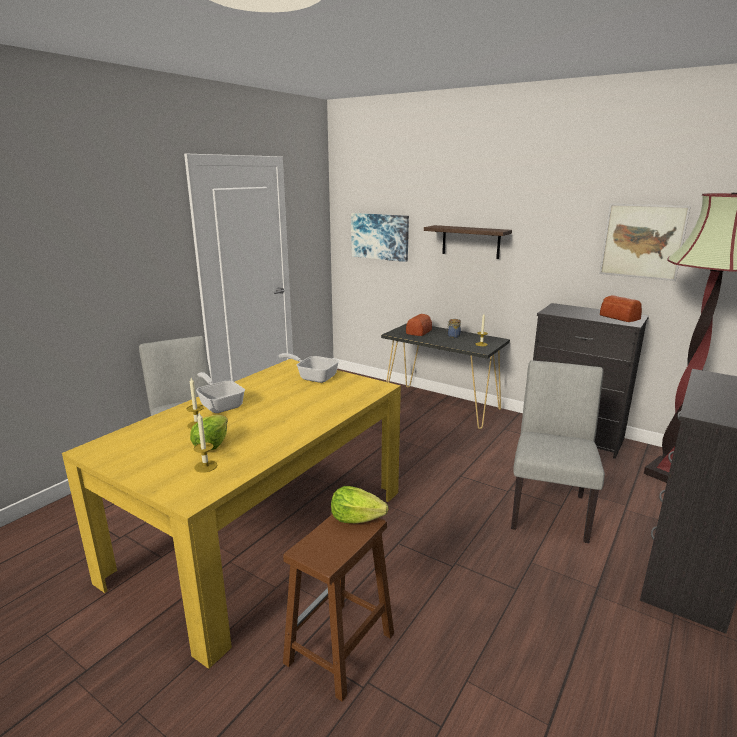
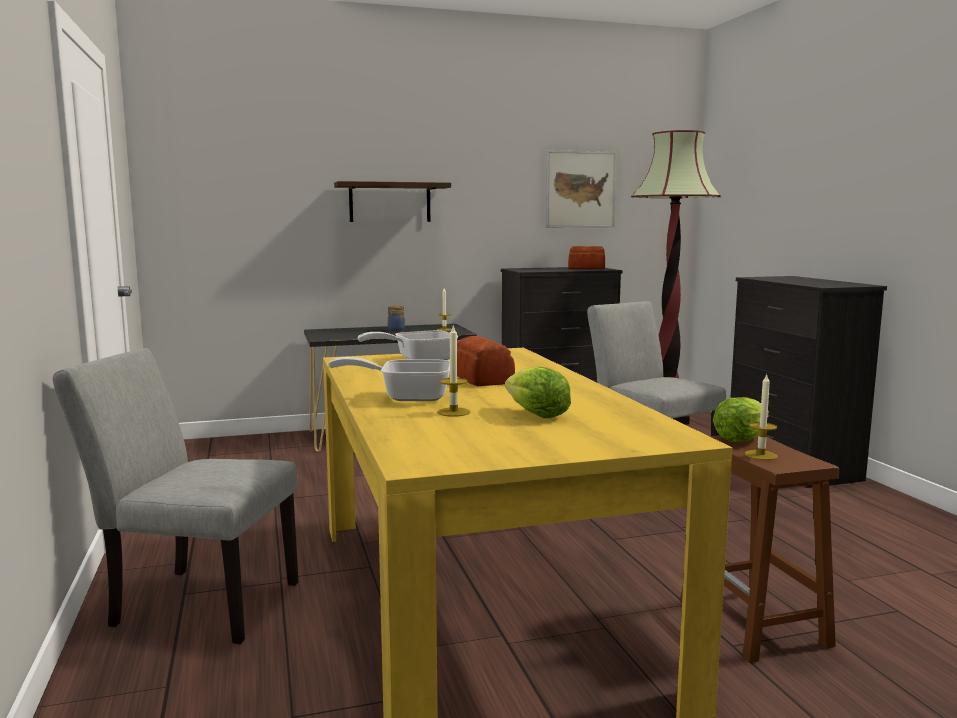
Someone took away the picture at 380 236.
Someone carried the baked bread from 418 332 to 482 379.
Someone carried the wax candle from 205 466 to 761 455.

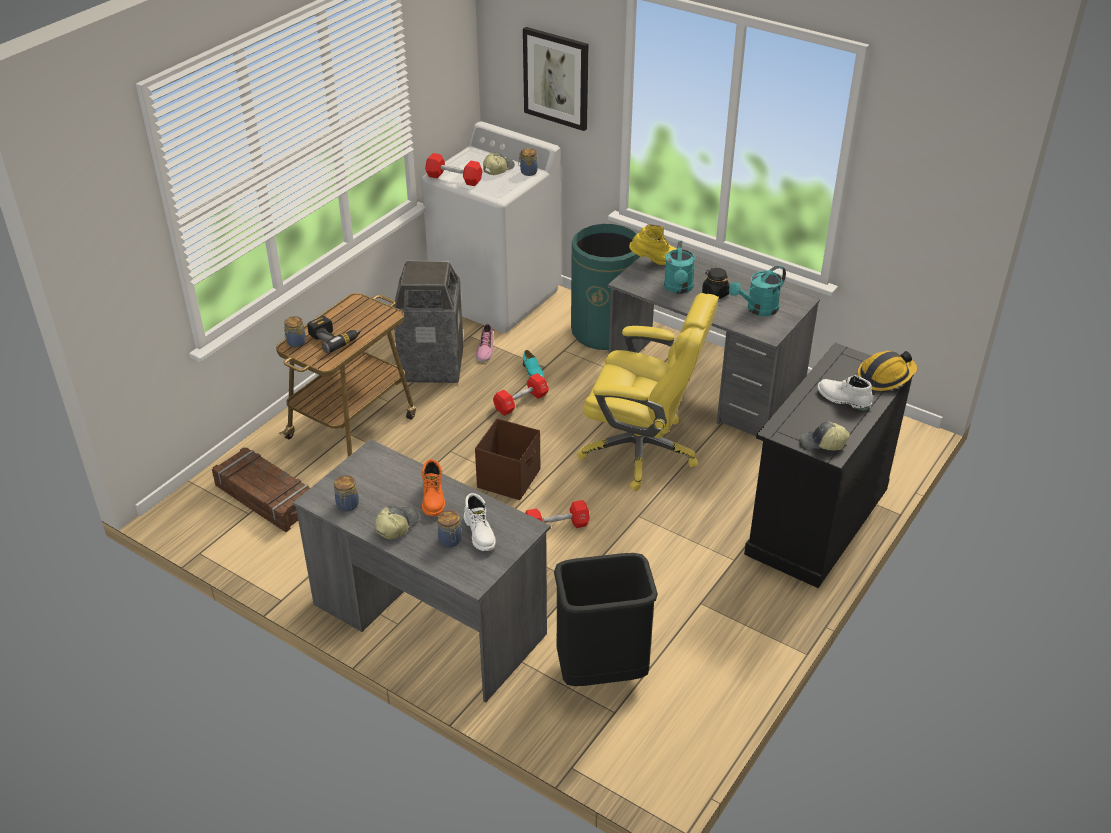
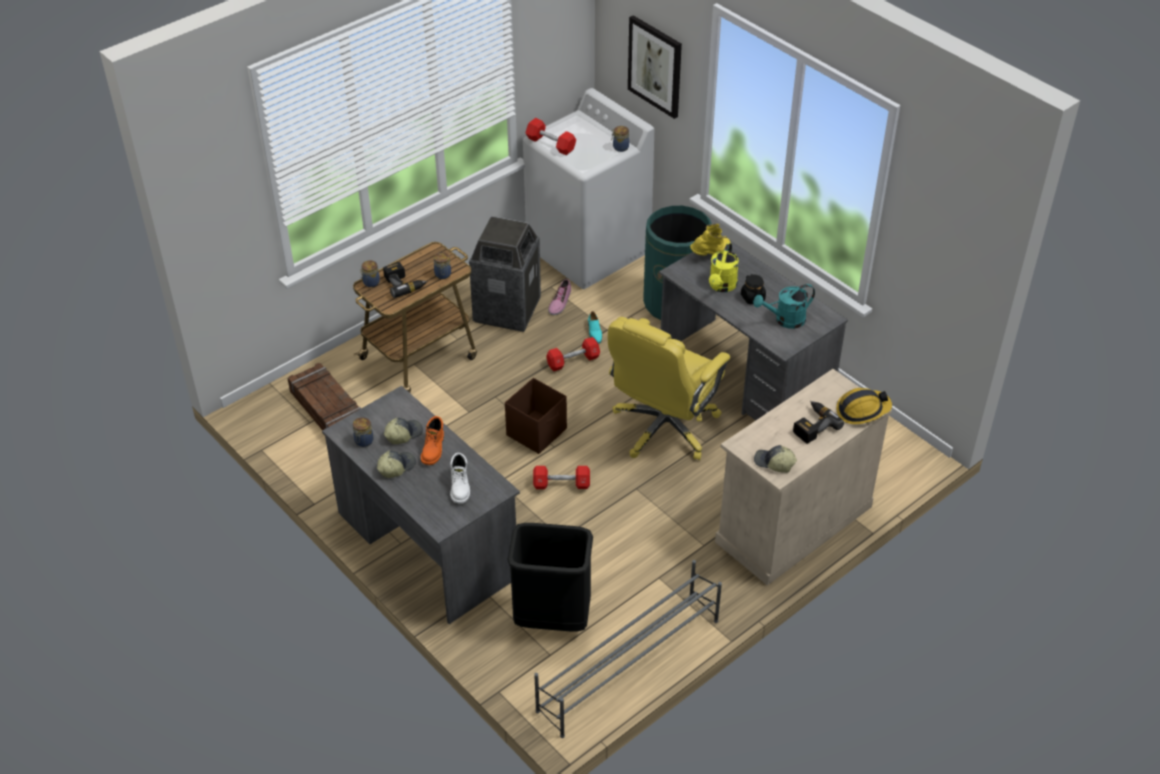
Someone carried the cap from 498 169 to 403 434.
Someone rotated the boot in yellow at 654 262 by 45 degrees counterclockwise.
Someone repainted the watering pot in turquoise-coloured at 679 288, which became the watering pot in yellow at 721 286.
Someone rotated the computer chair in yellow at 642 450 by 90 degrees clockwise.
Someone repainted the storage cabinet in black-coloured at 816 520, which became the storage cabinet in beige-coloured at 793 524.
Someone swapped the boot in white-coloured at 843 399 for the drill at 812 425.
Someone carried the preserve jar from 450 541 to 443 275.
Someone put down the shoe rack in gray at 628 665.

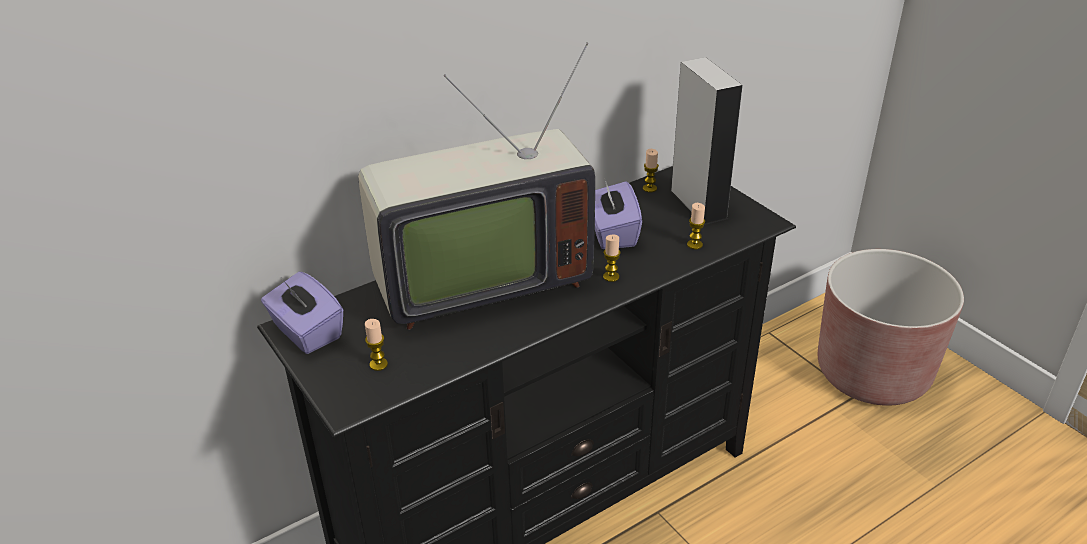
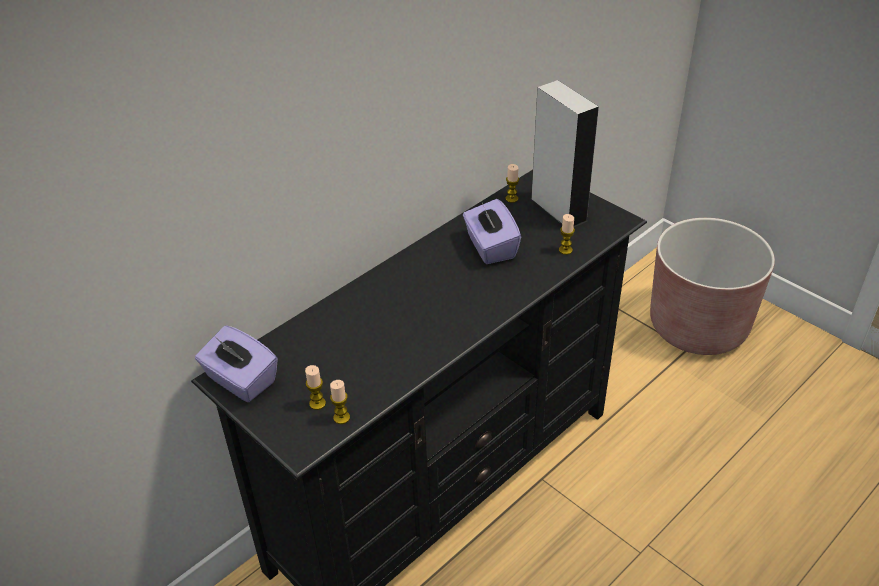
Someone took away the TV set at 476 280.
Someone carried the wax candle from 611 277 to 341 417.

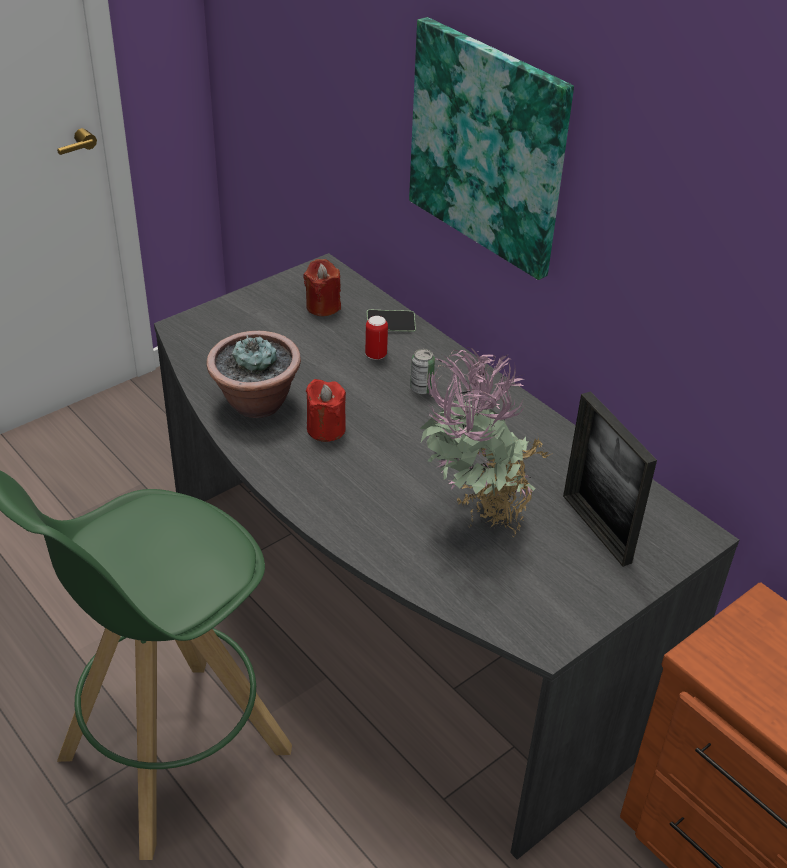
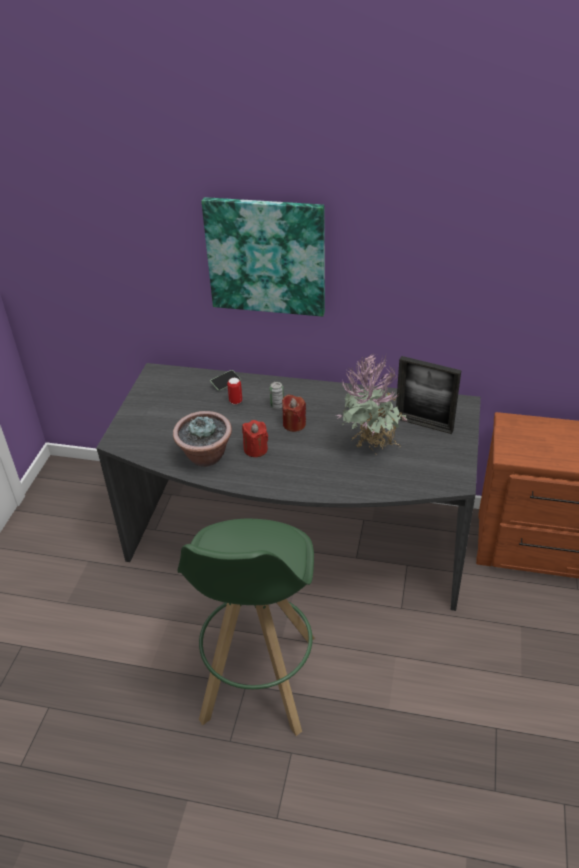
Someone carried the wax candle in reddish from 323 306 to 294 424.

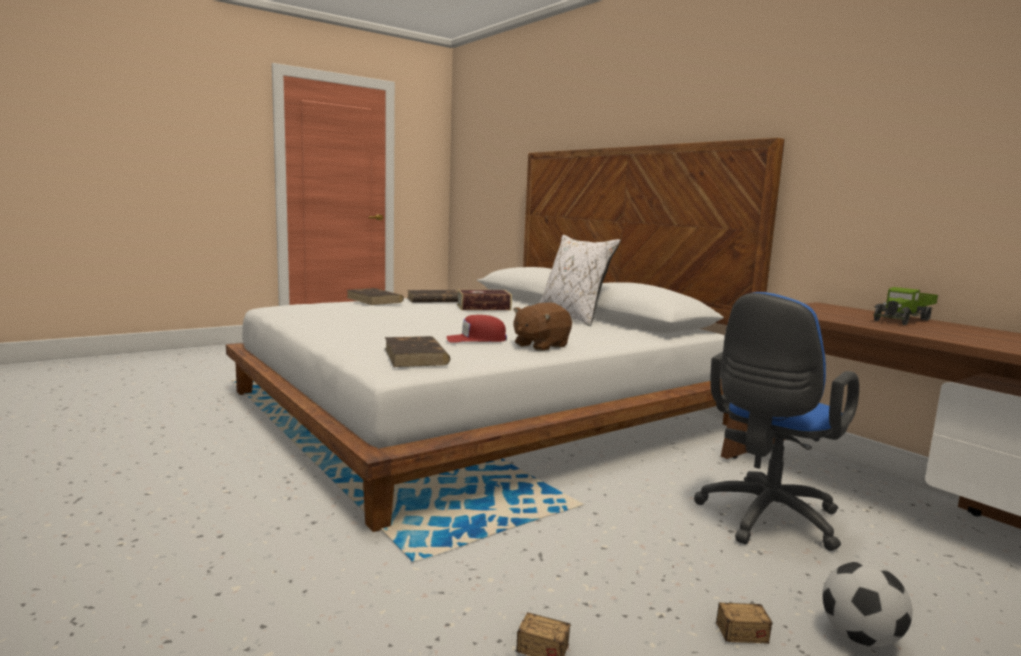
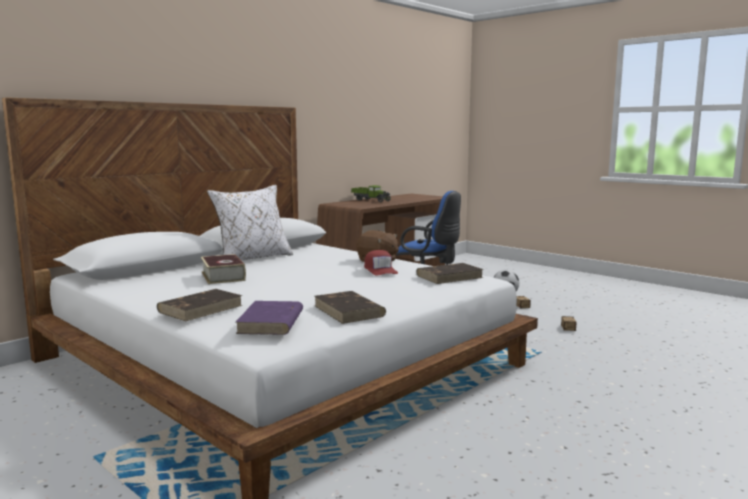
Someone carried the book in brown-coloured from 433 300 to 349 311.
Someone put down the book in purplish at 271 322.

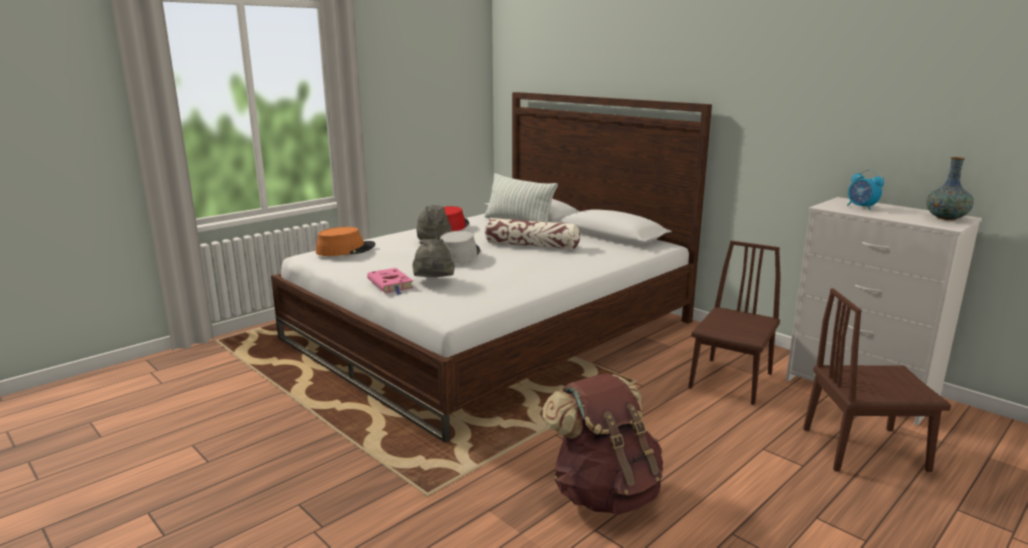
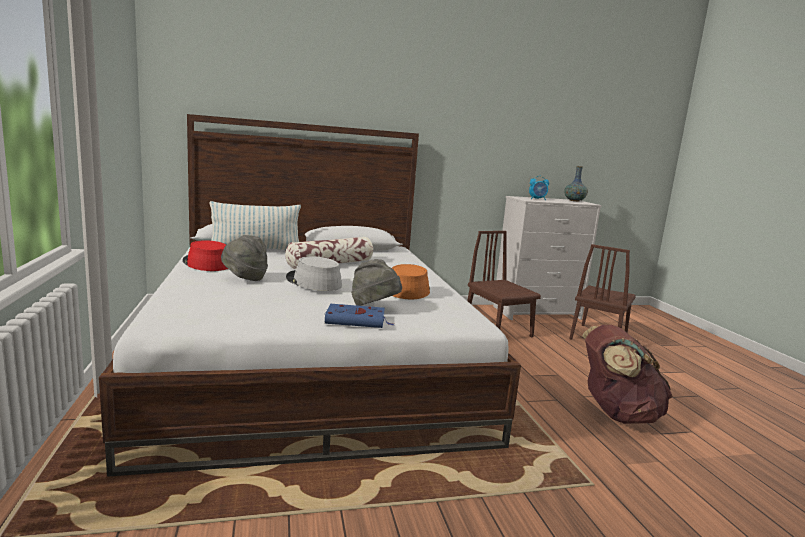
Someone carried the wearable hat in orangey from 345 249 to 407 289.
Someone repainted the book in pink at 391 284, which became the book in blue at 357 320.

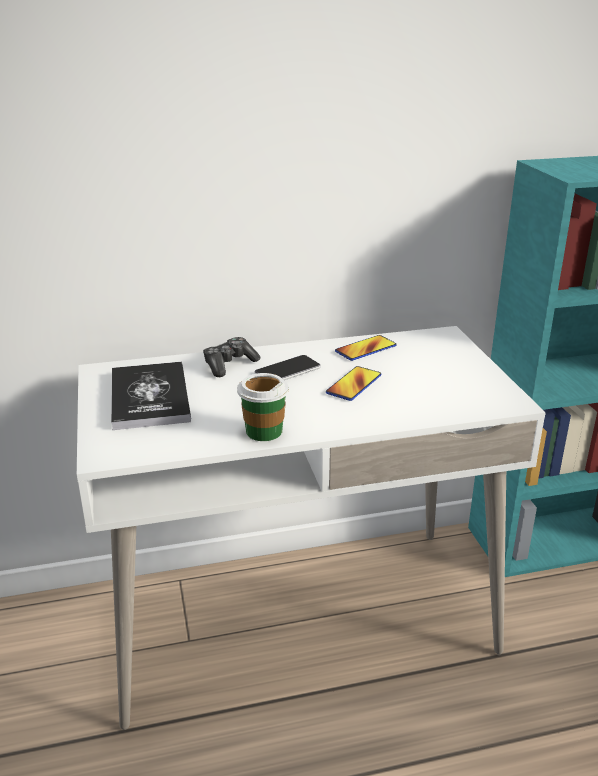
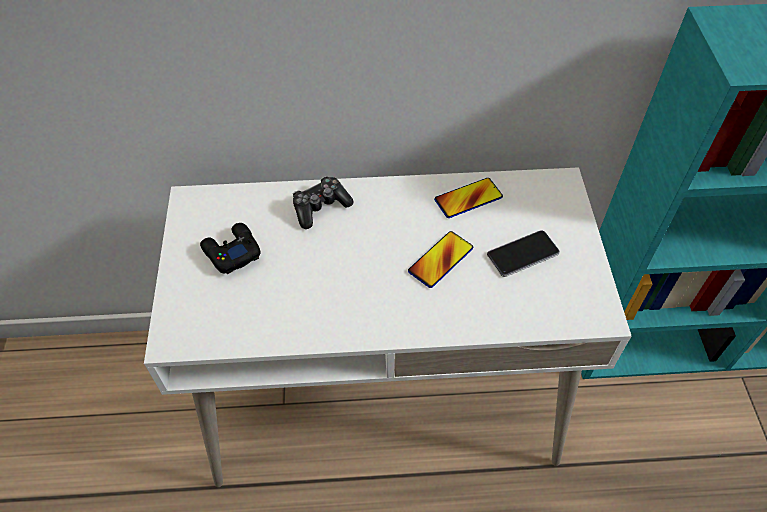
Someone carried the telephone from 287 370 to 522 254.
Someone swapped the book at 150 397 for the joypad in black-coloured at 231 252.
Someone took away the cup at 263 431.

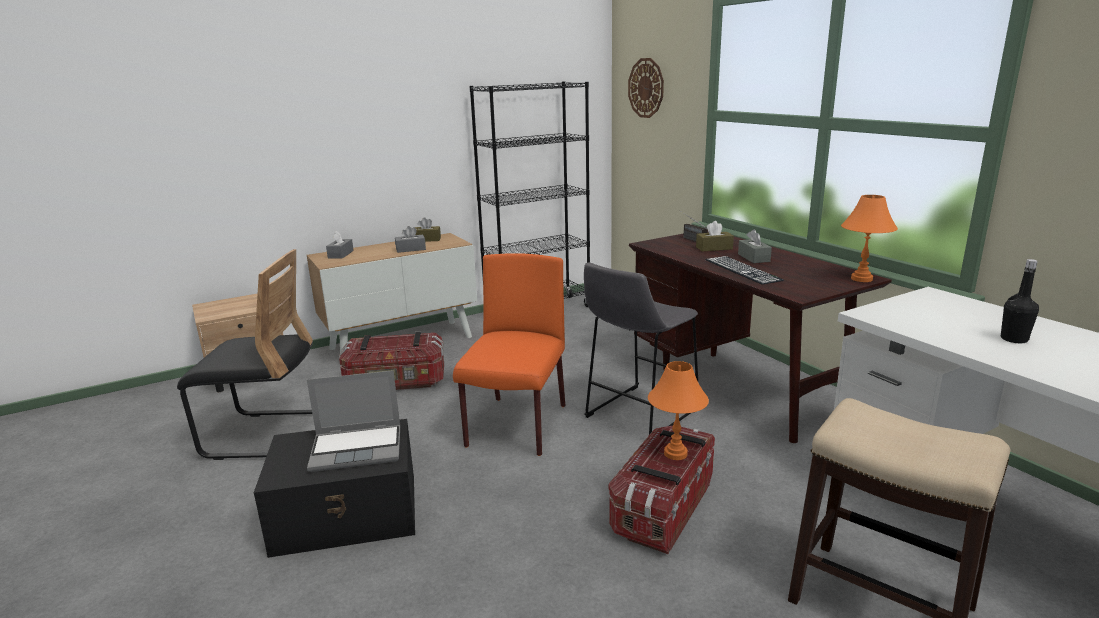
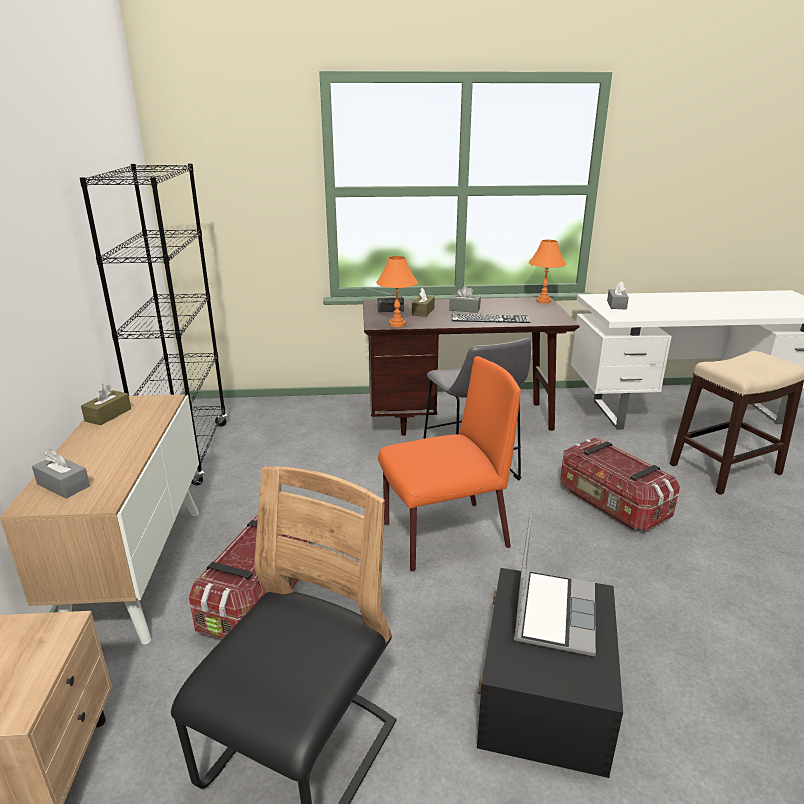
Someone took away the clock on the wall at 646 88.
Someone carried the tissue holder in gray from 410 249 to 616 305.
Someone rotated the upright chair in orangey at 516 426 by 120 degrees clockwise.
Someone took away the beverage bottle in black-coloured at 1014 339.
Someone carried the tabletop lamp in orangey from 675 453 to 397 324.

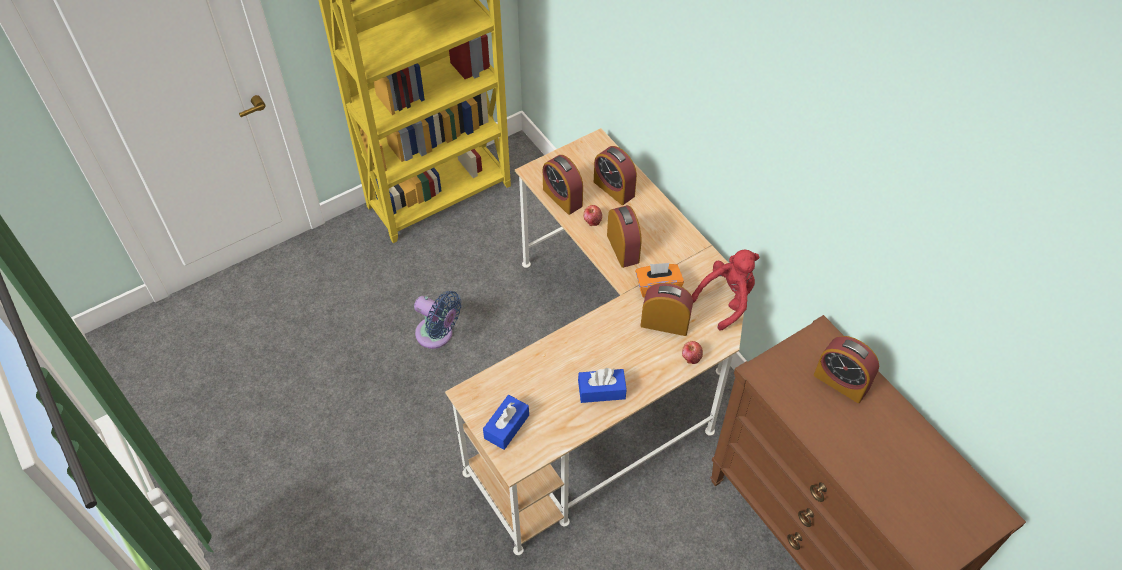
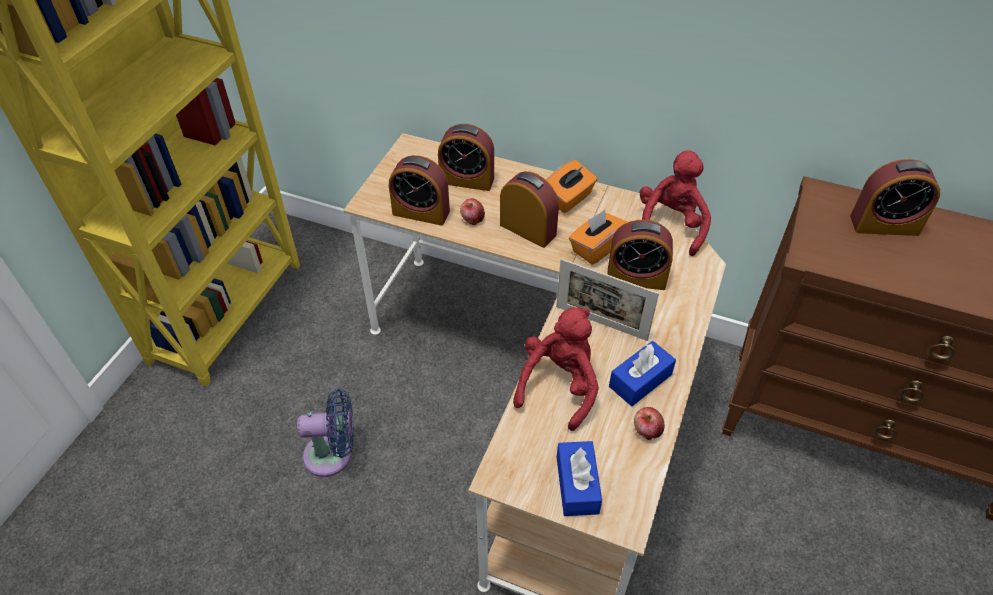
Someone rotated the bedside clock at 665 323 by 150 degrees counterclockwise.
Someone carried the whole apple from 691 357 to 647 430.
Someone put down the tissue holder in orangey at 568 198.
Someone put down the photo frame at 601 323.
Someone put down the plush toy in reddish at 559 385.

